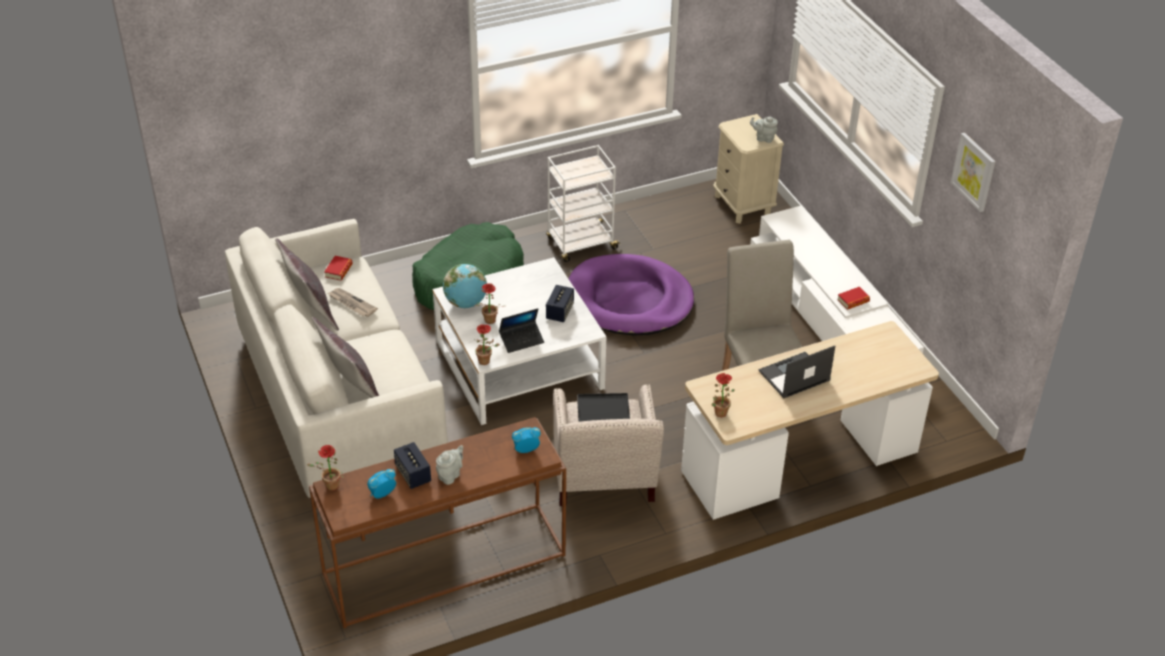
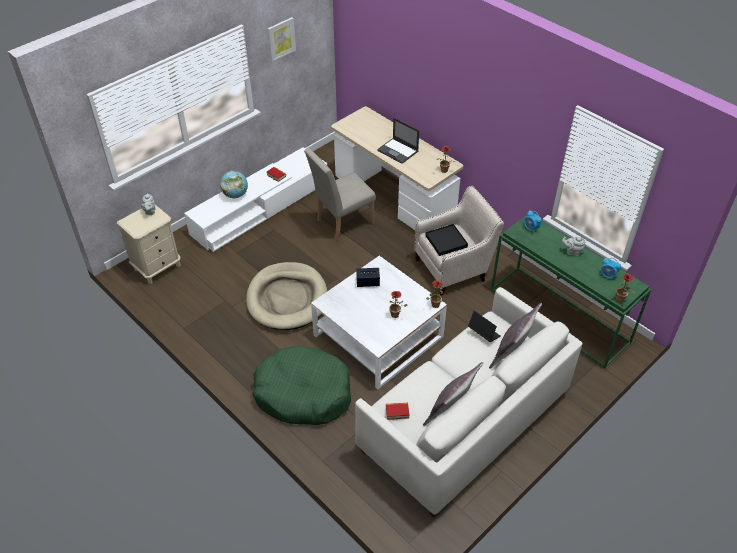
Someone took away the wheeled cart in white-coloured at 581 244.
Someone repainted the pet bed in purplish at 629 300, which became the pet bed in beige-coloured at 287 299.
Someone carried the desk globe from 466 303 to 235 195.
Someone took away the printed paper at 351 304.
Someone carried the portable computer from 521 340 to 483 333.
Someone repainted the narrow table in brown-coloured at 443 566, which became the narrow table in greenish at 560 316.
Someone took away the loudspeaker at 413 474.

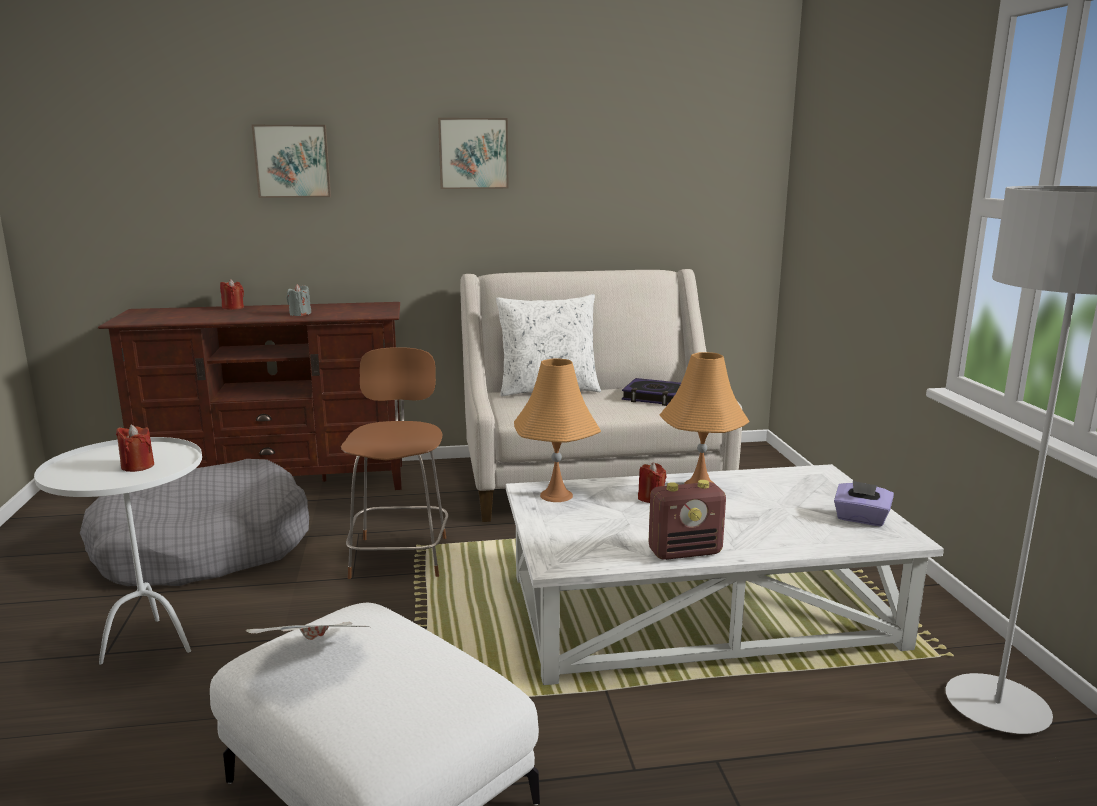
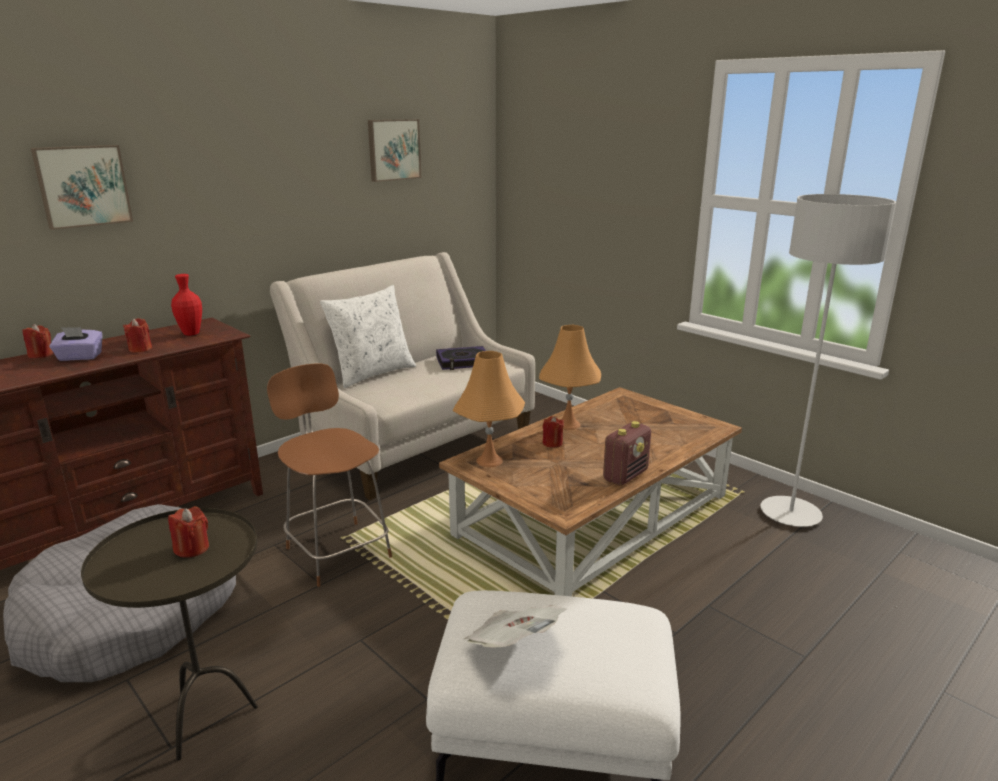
Someone carried the picture from 473 153 to 393 149.
Someone repainted the wax candle in gray at 300 314, which became the wax candle in reddish at 140 349.
Someone repainted the side table in white-coloured at 149 644, which became the side table in brown-coloured at 206 719.
Someone repainted the lounge table in white-coloured at 701 609, which became the lounge table in brown-coloured at 593 513.
Someone carried the tissue holder in purplish from 861 519 to 80 357.
Someone put down the decorative vase in reddish at 191 333.

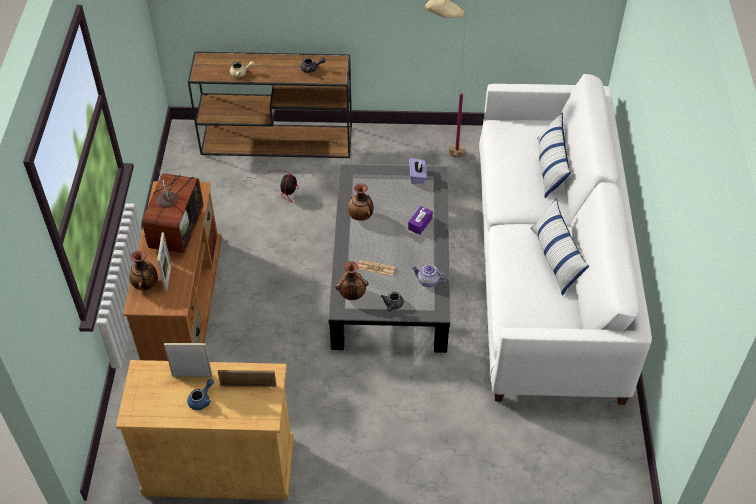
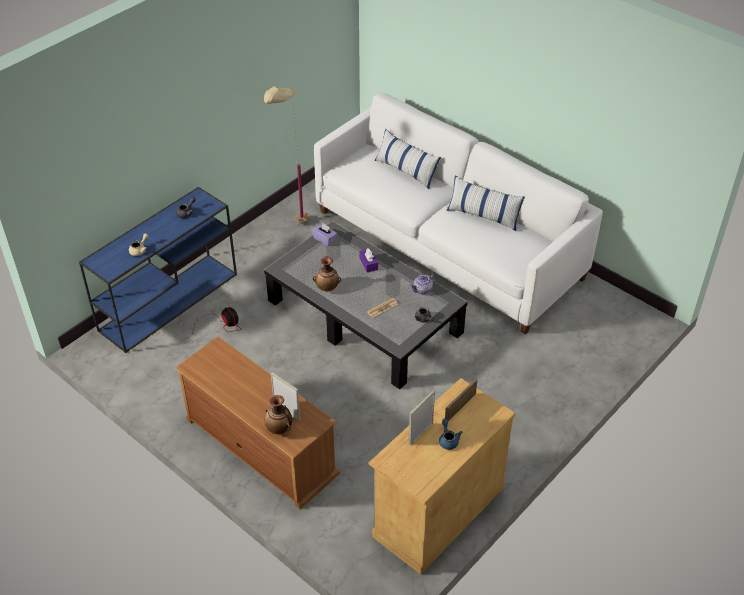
Someone repainted the narrow table in brown-coloured at 278 140, which became the narrow table in blue at 169 301.
Someone took away the TV set at 175 228.
Someone took away the decorative vase at 352 295.

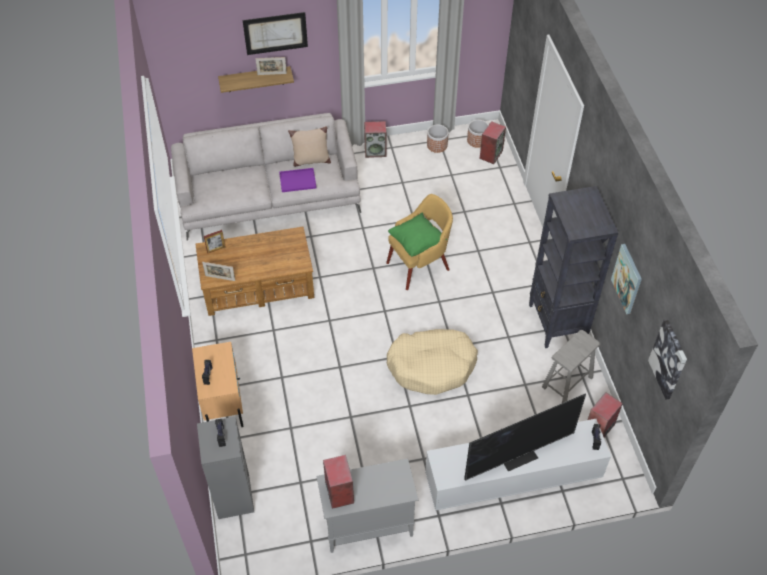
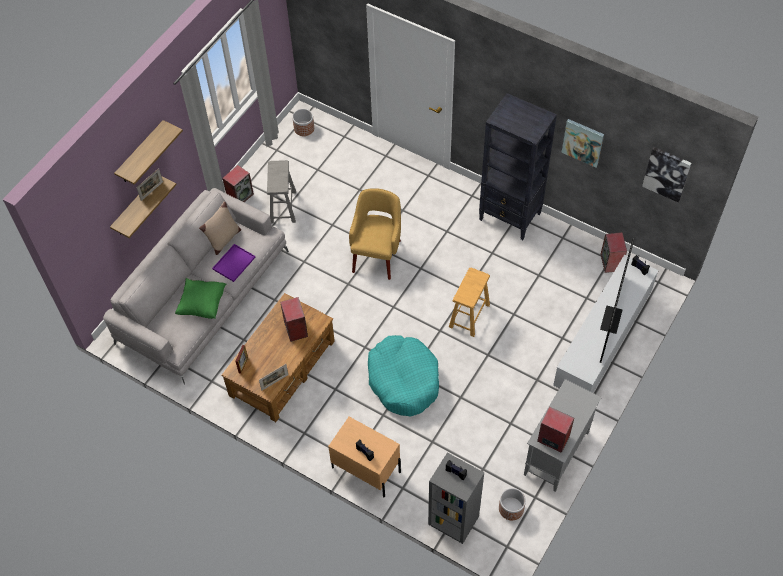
Someone swapped the picture at 275 33 for the wall shelf at 141 153.
Someone carried the loudspeaker from 491 154 to 295 329.
Someone carried the flower pot from 437 145 to 511 508.
Someone carried the throw pillow in greenish from 416 242 to 202 304.
Someone swapped the pet bed in beige-coloured at 432 366 for the stool seat in brown-coloured at 469 316.
Someone carried the stool seat in gray from 567 382 to 283 207.
Someone put down the pet bed in turquoise-coloured at 403 380.

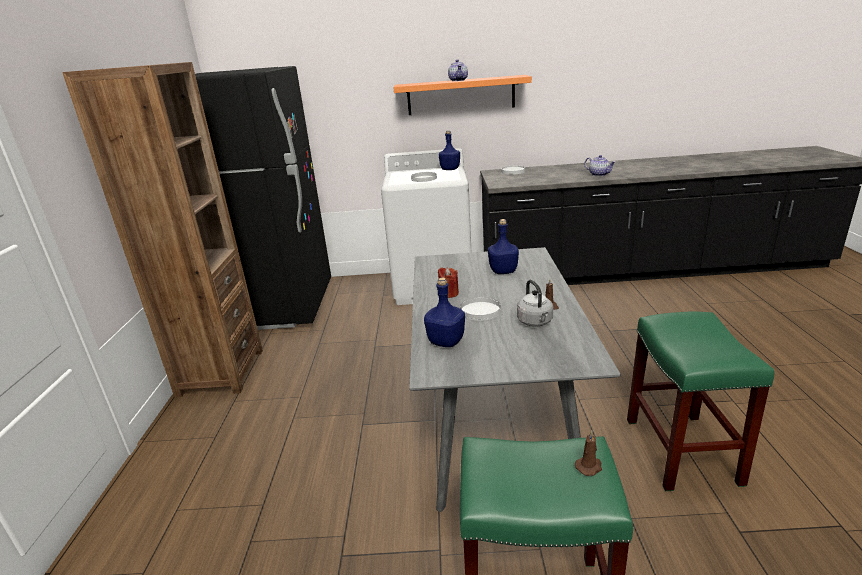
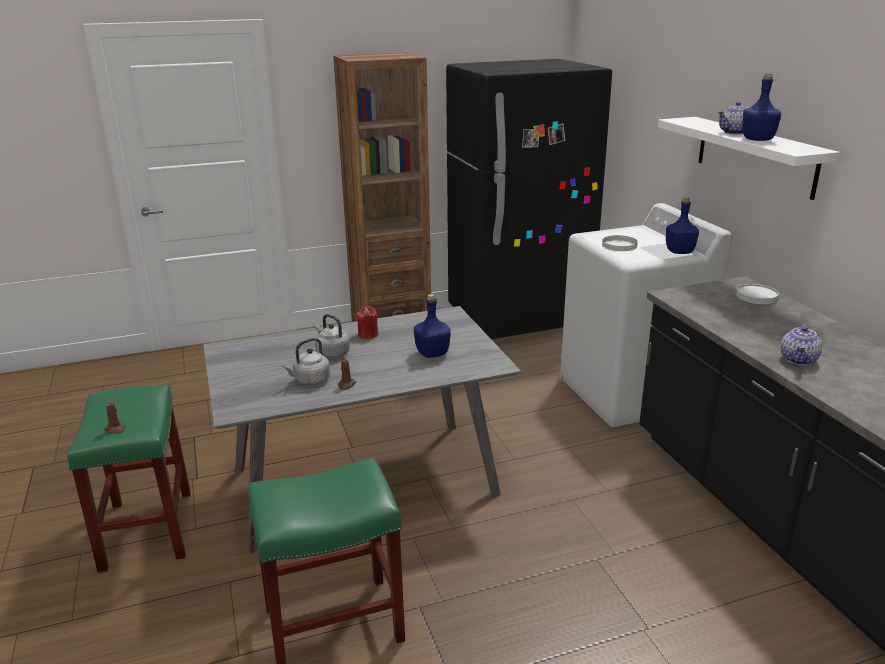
Someone repainted the wall shelf in orangey at 461 95, which became the wall shelf in white-coloured at 755 156.
Someone carried the beverage bottle in blue from 447 341 to 757 140.
Someone swapped the dinner plate in white-coloured at 480 311 for the tea kettle in gray at 332 353.

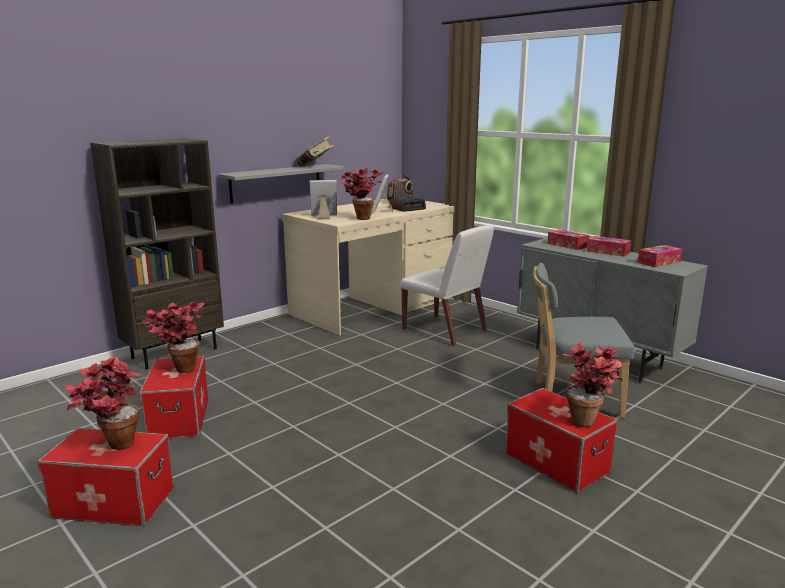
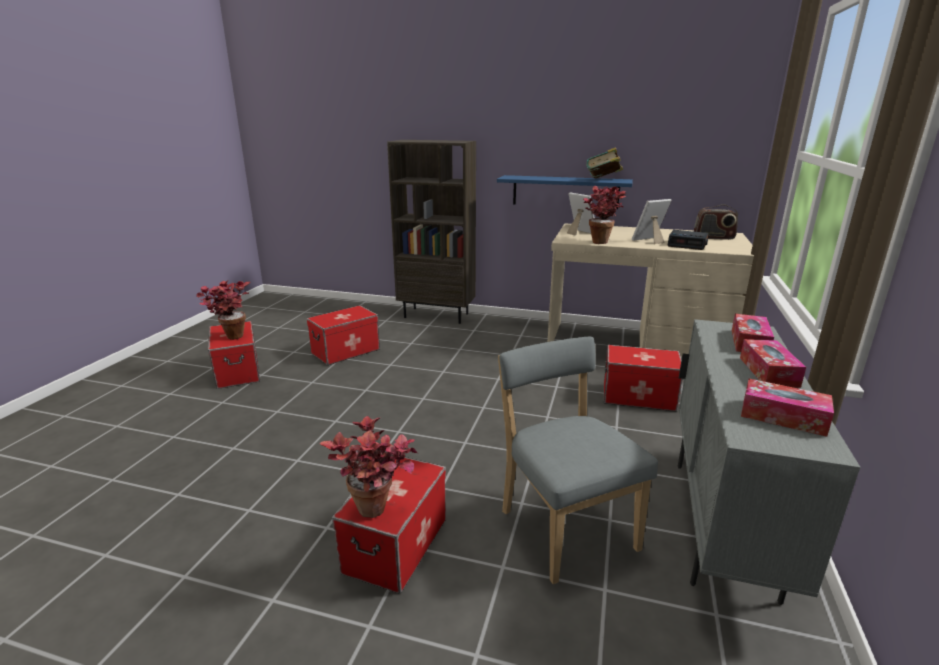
Someone repainted the wall shelf in gray at 276 183, which became the wall shelf in blue at 565 192.
Someone swapped the upright chair in white-coloured at 445 330 for the storage box at 638 397.
Someone took away the plant in a pot at 179 369.

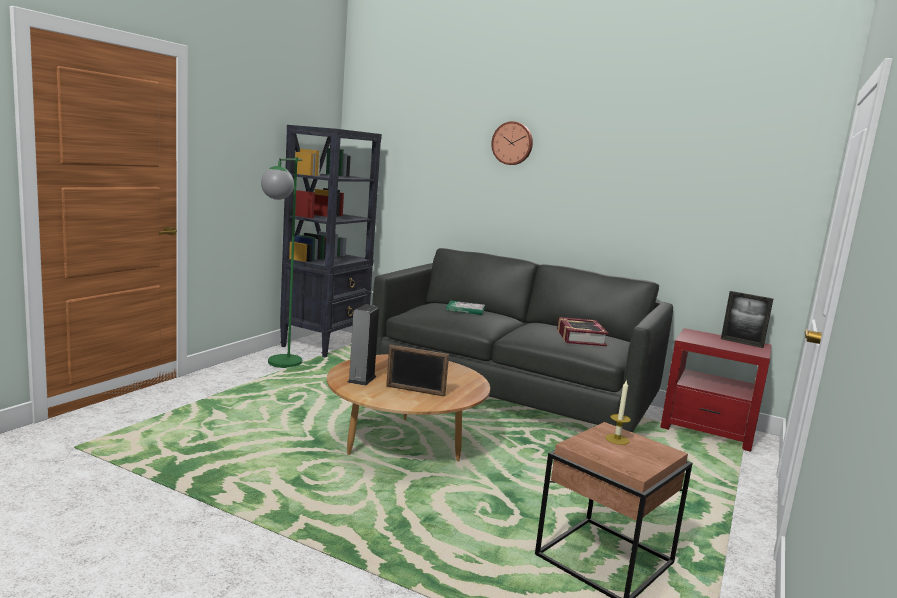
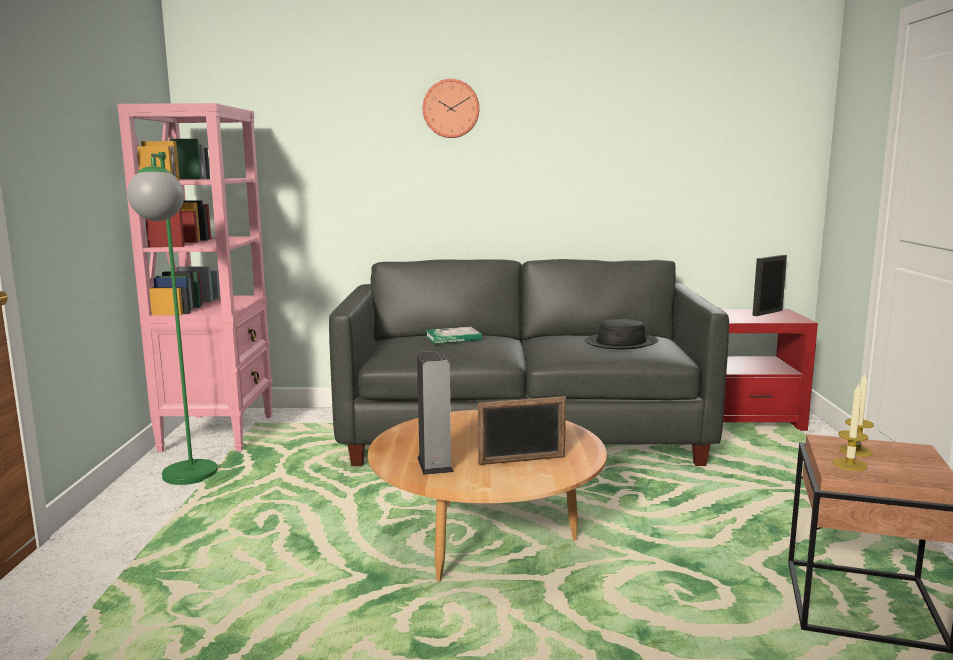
Someone repainted the bookcase in black-coloured at 325 344, which became the bookcase in pink at 218 432.
Someone rotated the photo frame at 741 343 by 135 degrees clockwise.
Someone swapped the book at 580 337 for the wearable hat in black-coloured at 621 342.
Someone put down the wax candle at 849 464.

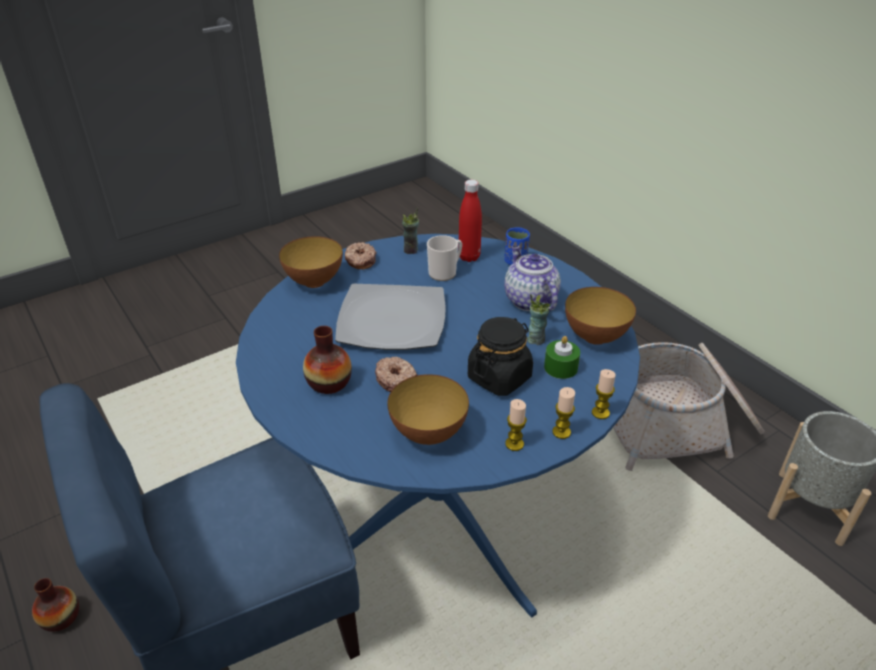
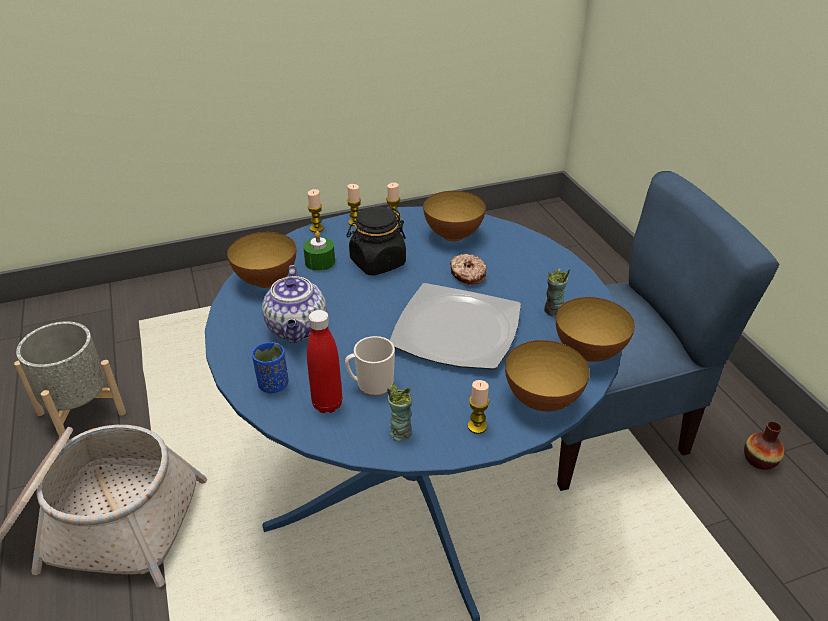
Someone swapped the donut at 360 261 for the wax candle at 477 426.
Someone carried the cup from 536 339 to 553 311.
Someone took away the decorative vase at 329 383.
Someone put down the serving bowl at 588 353.

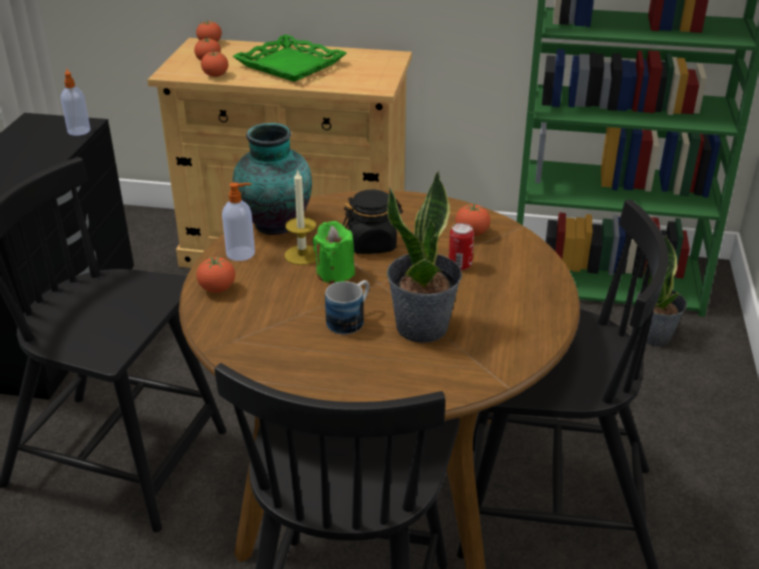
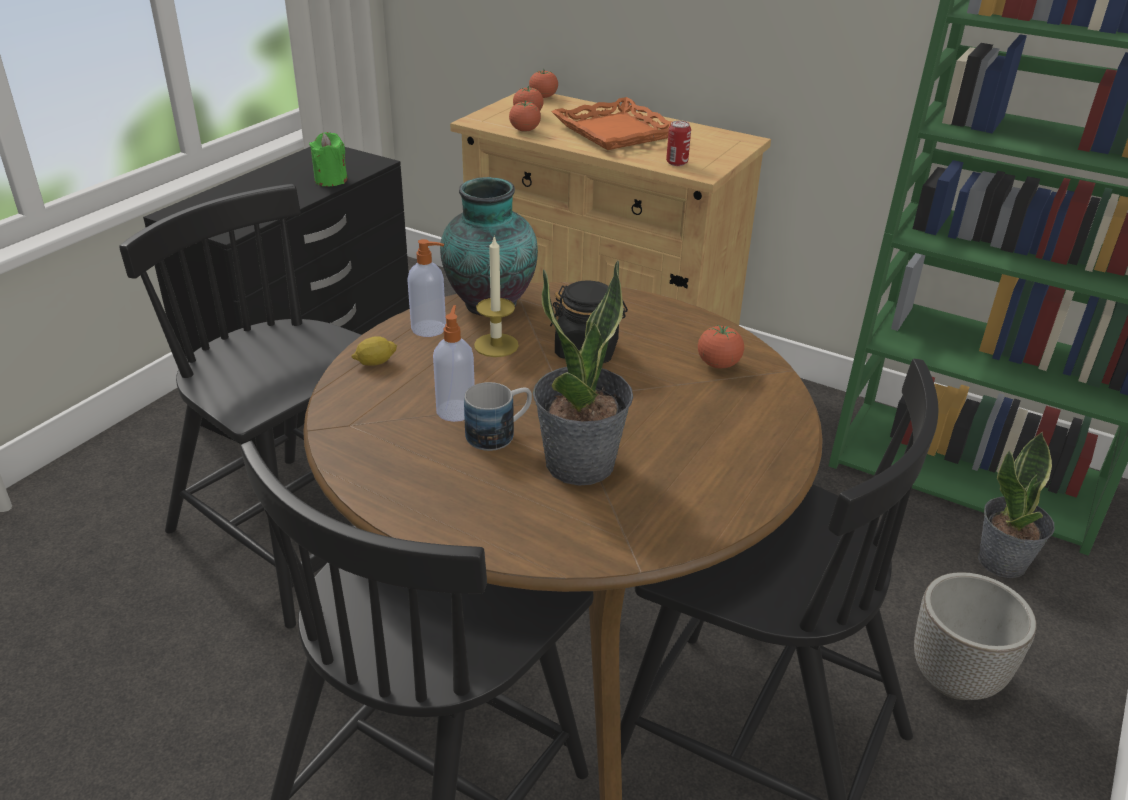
Someone repainted the tray in greenish at 289 65, which became the tray in orangey at 615 132.
Someone carried the soap bottle from 79 131 to 456 410.
Someone carried the wax candle in greenish from 335 273 to 331 180.
Someone carried the metal can from 460 265 to 677 163.
Someone swapped the tomato at 217 289 for the citrus fruit at 375 362.
Someone put down the flower pot at 955 680.

